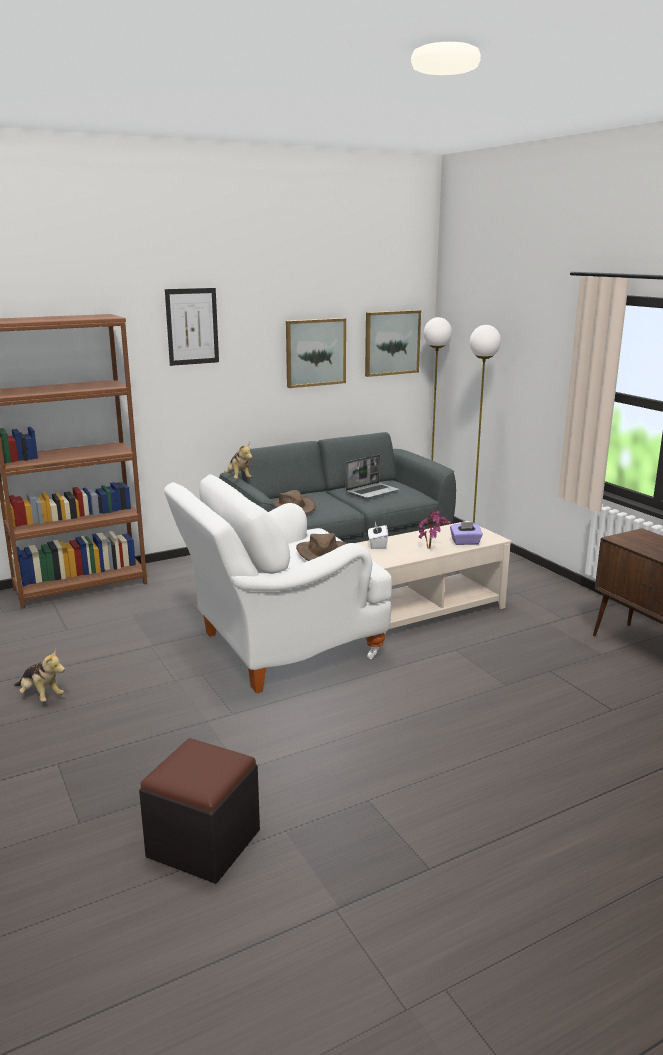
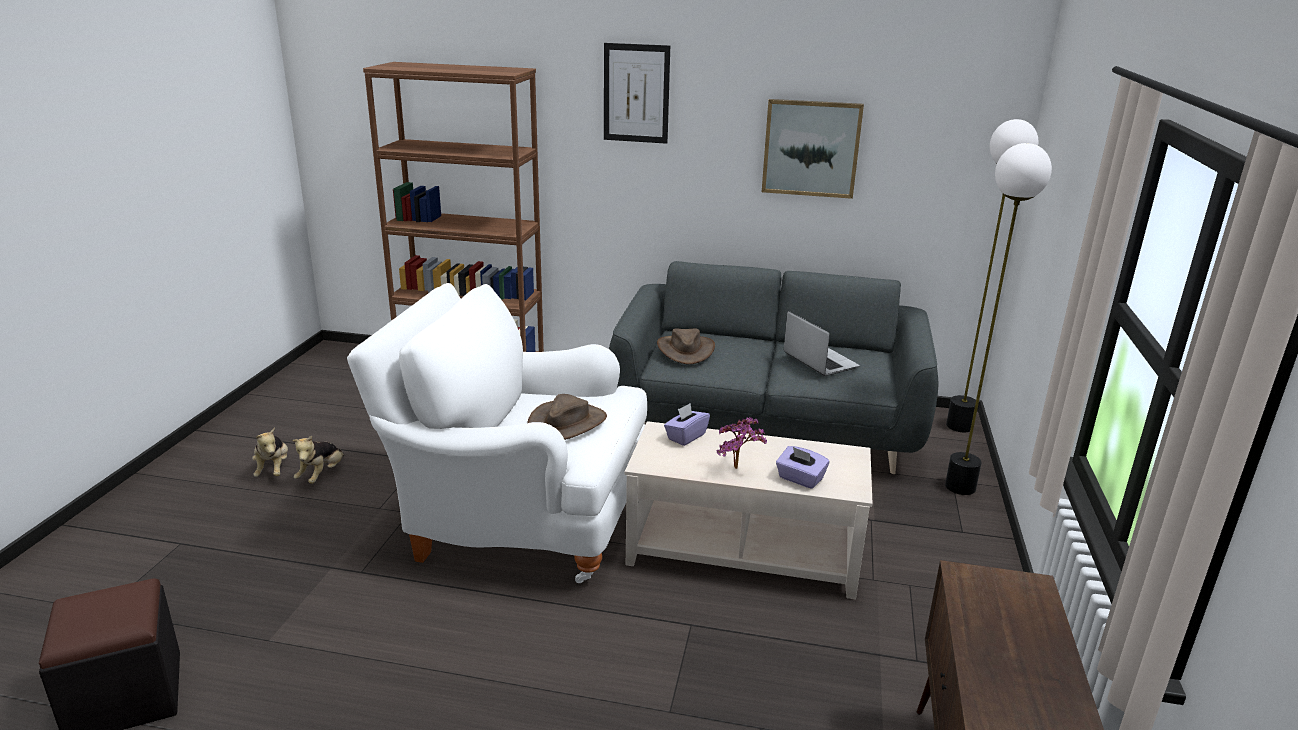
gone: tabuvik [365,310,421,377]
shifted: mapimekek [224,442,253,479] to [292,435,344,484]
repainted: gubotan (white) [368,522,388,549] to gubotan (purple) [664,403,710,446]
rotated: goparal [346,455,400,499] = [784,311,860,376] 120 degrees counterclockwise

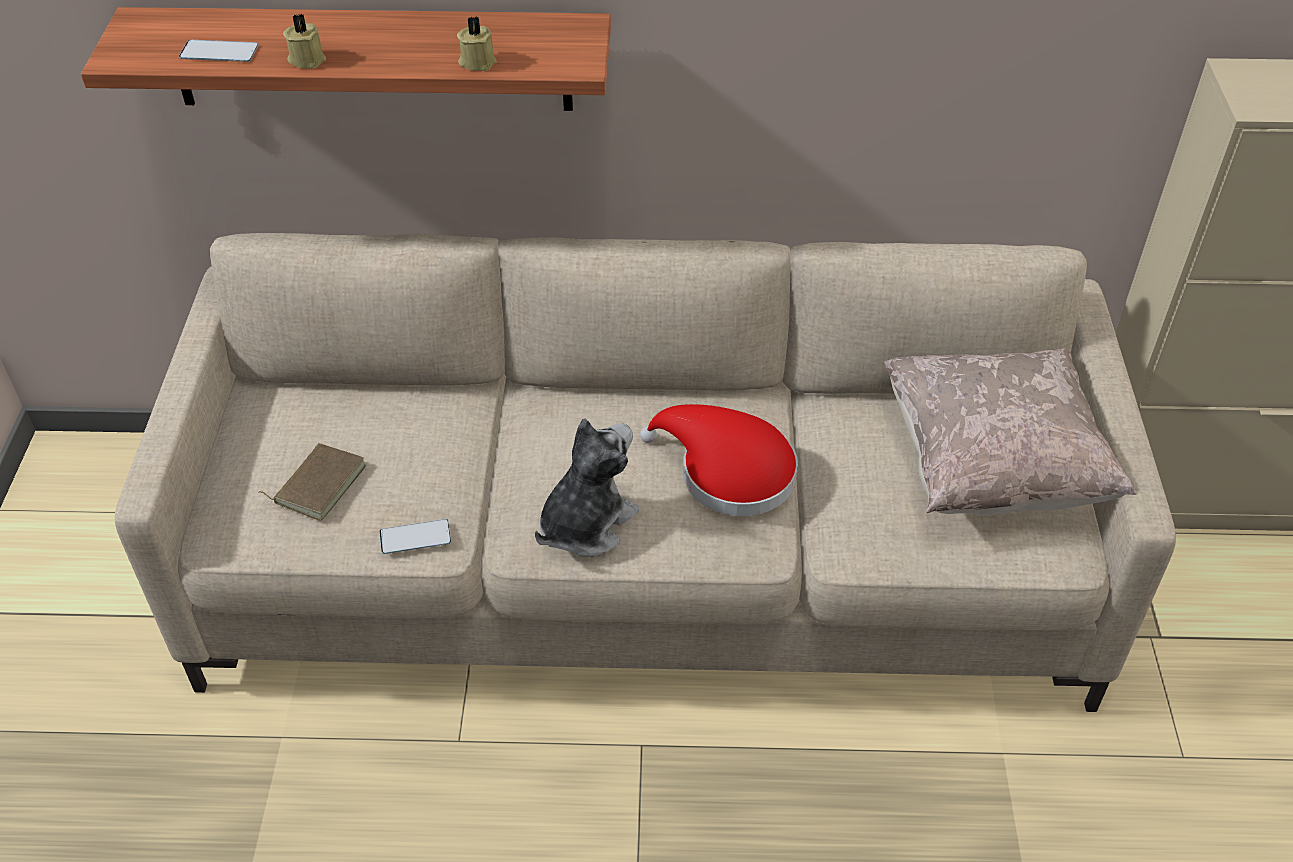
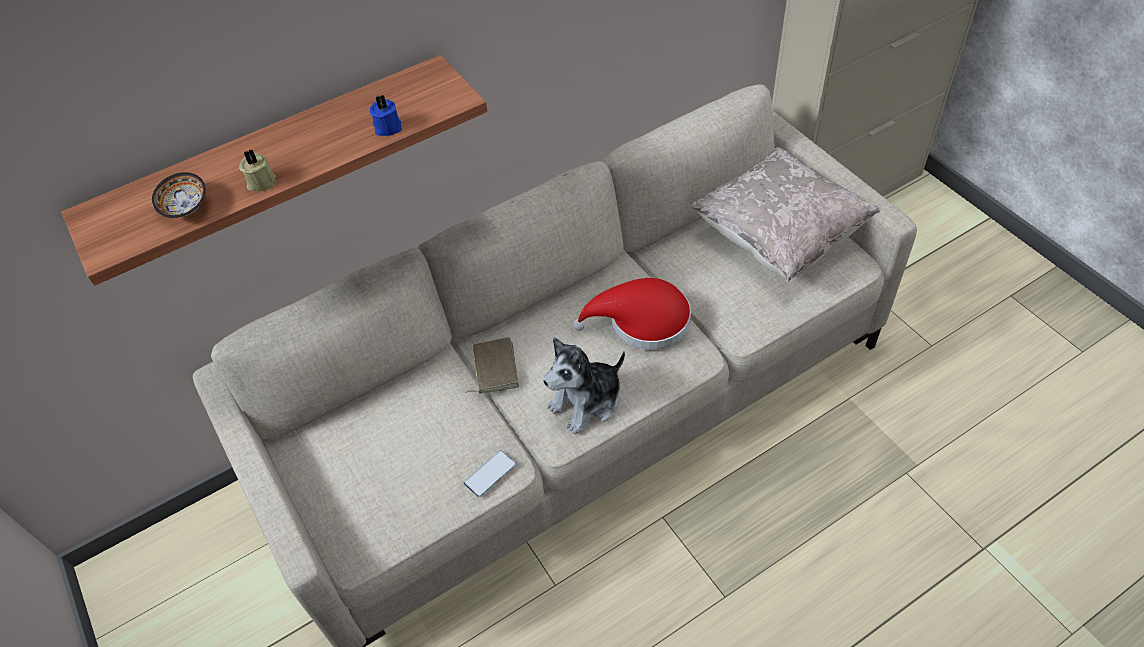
shifted: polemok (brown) [259,443,366,521] to [466,337,519,394]
swapped: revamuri [179,40,259,62] to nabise [152,172,206,218]
repainted: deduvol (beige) [457,16,497,71] to deduvol (blue) [370,95,402,136]
rotated: mapimekek [535,418,639,557] = [543,337,625,434] 135 degrees counterclockwise

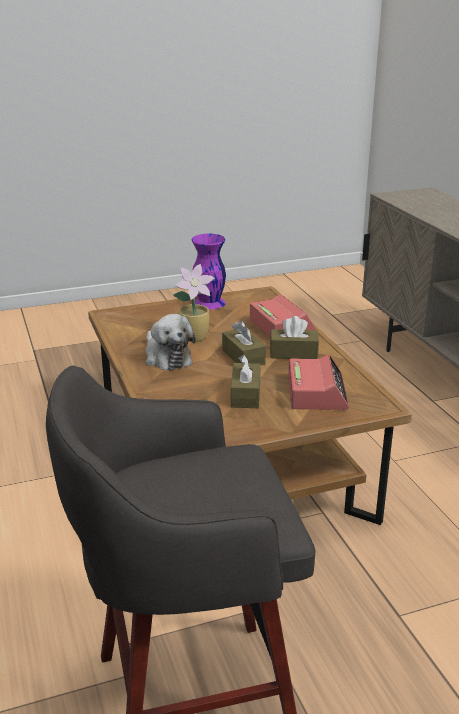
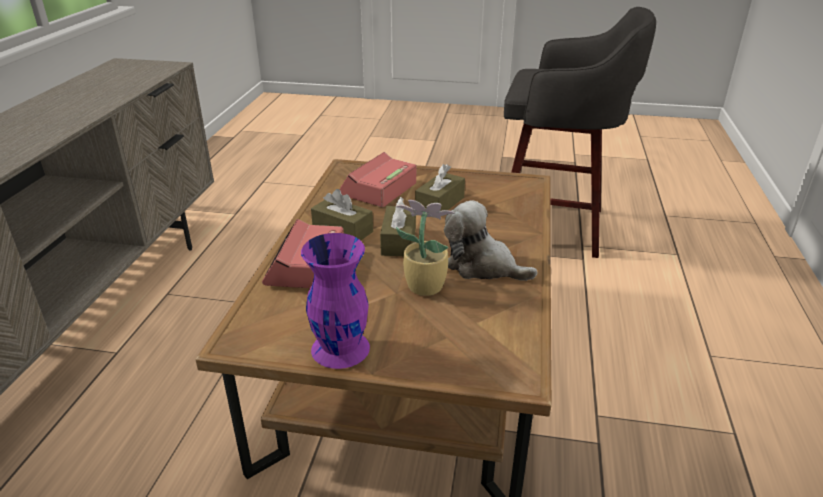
rotated: mapimekek [146,314,196,371] = [444,200,537,281] 60 degrees counterclockwise

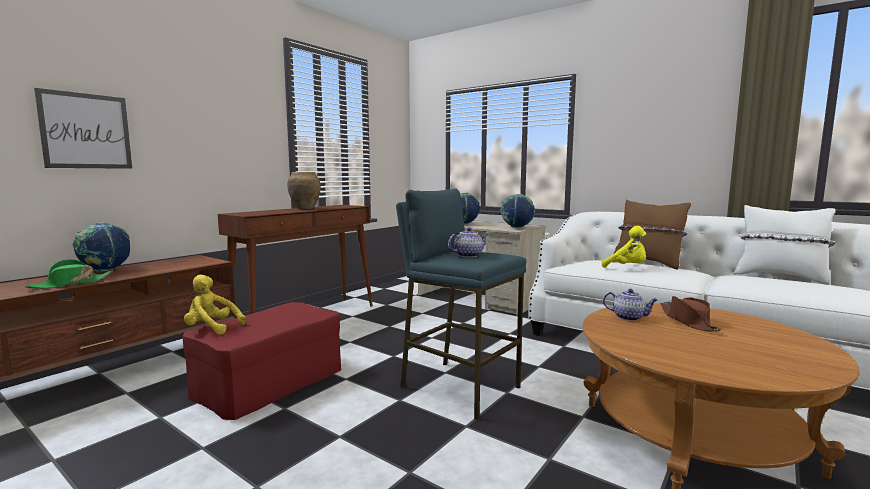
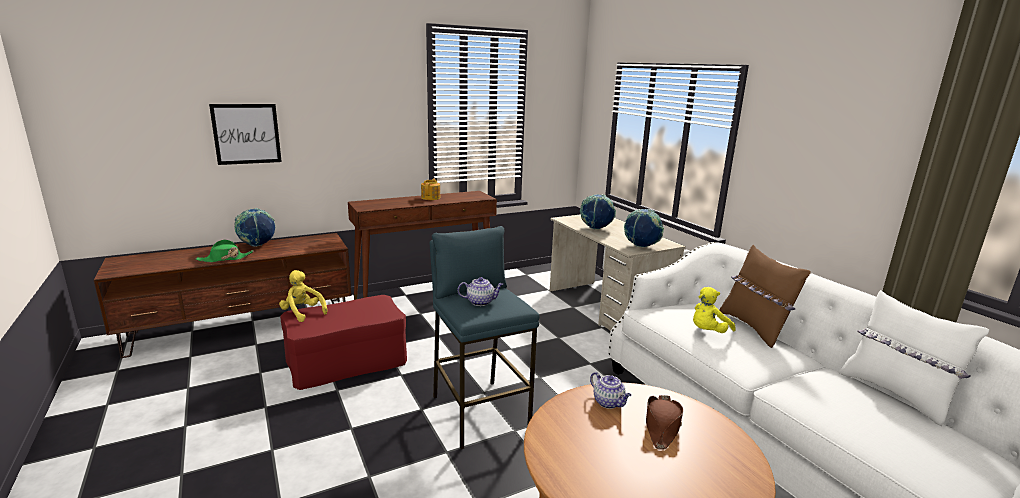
swapped: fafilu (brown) [287,172,321,209] to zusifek [421,179,440,200]
rotated: mapimekek (yellow) [602,226,646,268] = [693,287,736,333] 75 degrees clockwise

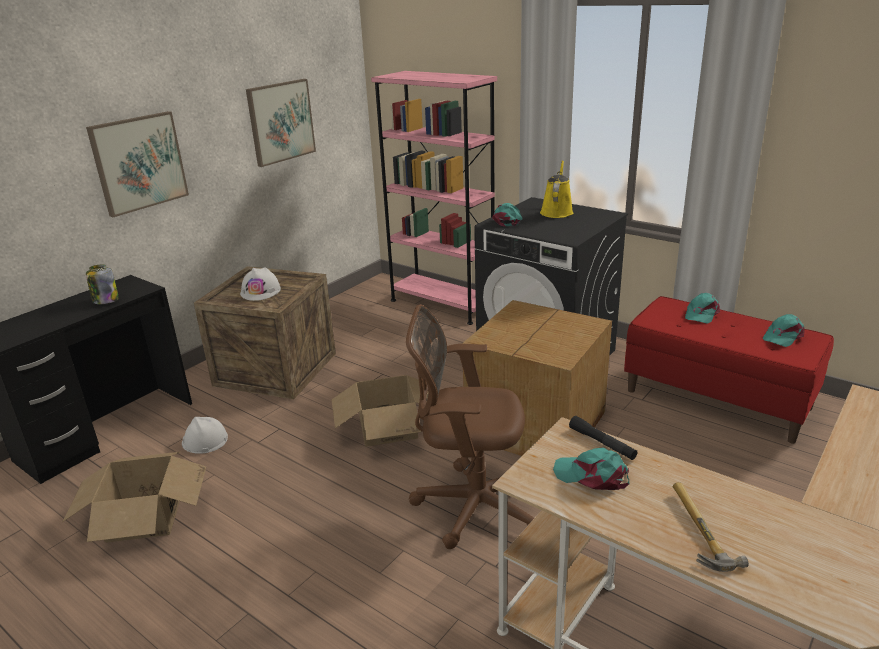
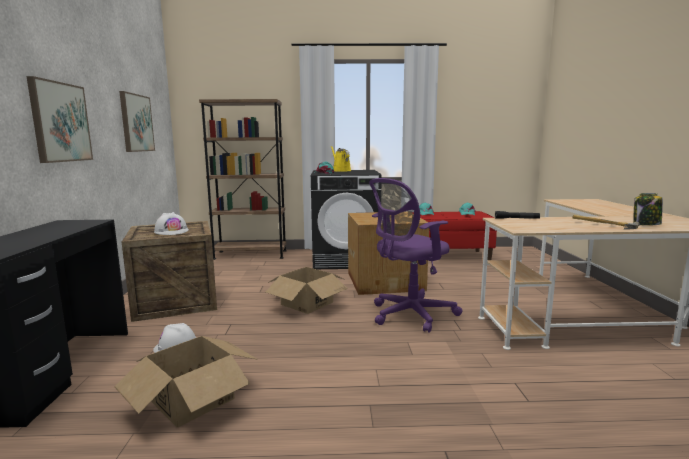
gone: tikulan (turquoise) [553,447,629,490]
shifted: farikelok [86,265,119,304] to [633,193,663,225]
repainted: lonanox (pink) [371,71,497,325] to lonanox (brown) [199,99,287,260]; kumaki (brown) [406,304,534,549] to kumaki (purple) [369,178,463,333]

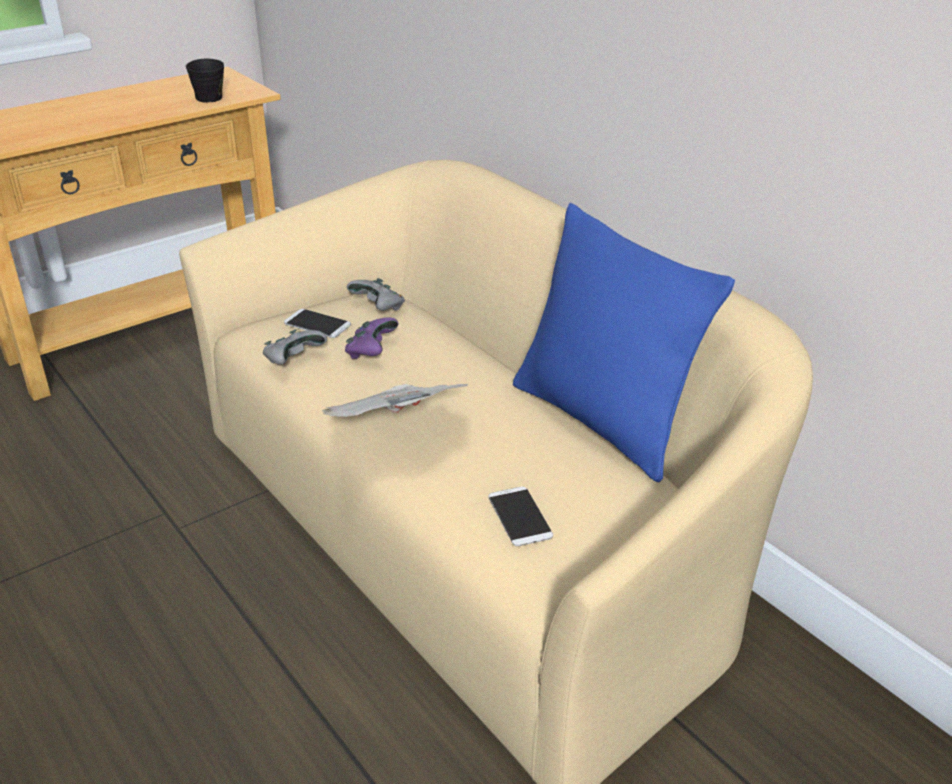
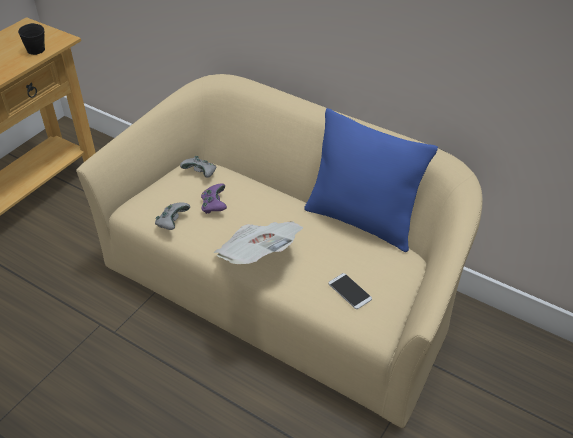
gone: revamuri [284,309,351,338]

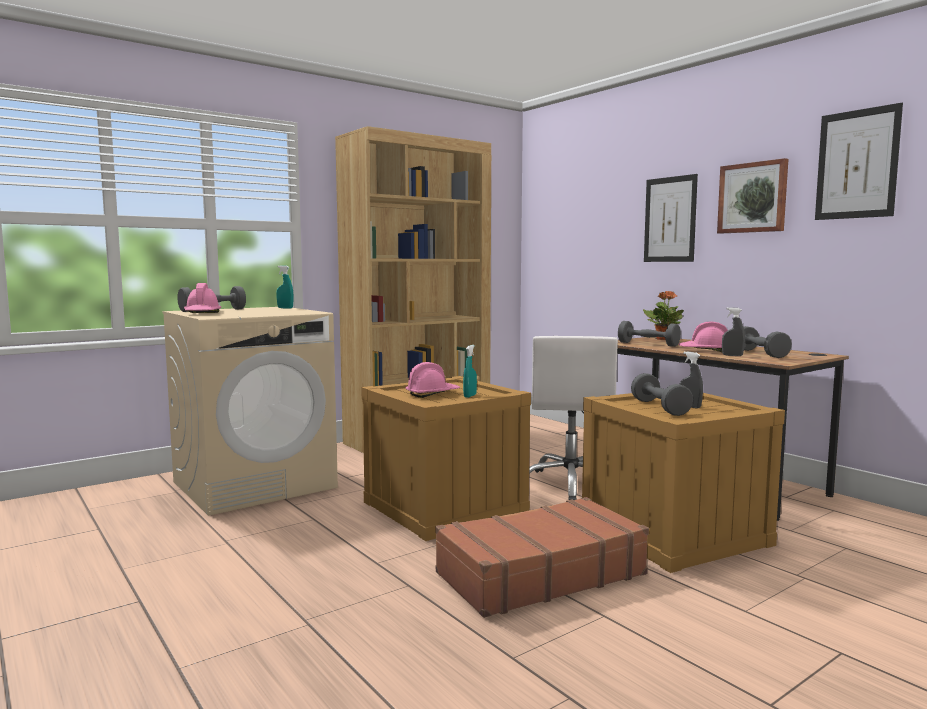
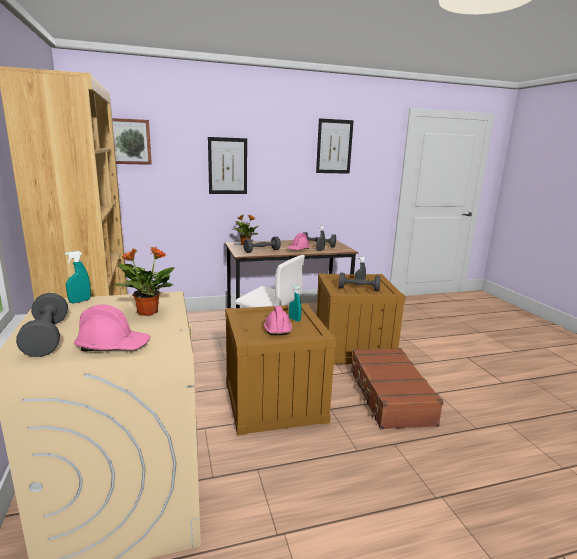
new: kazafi [114,247,175,316]
shifted: tabuvik [717,158,789,234] to [112,118,152,165]

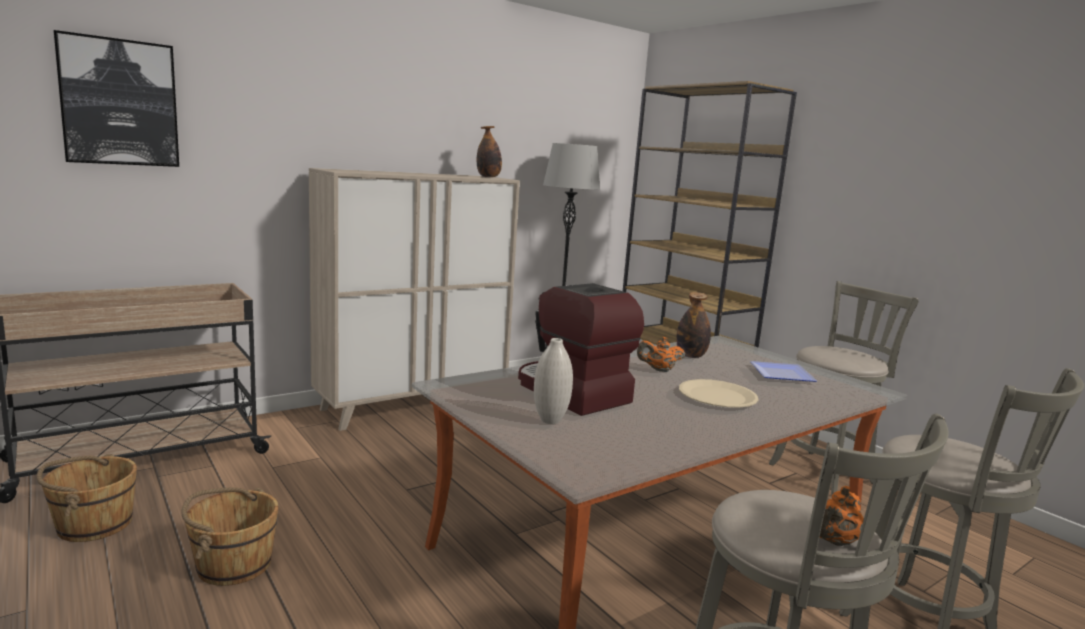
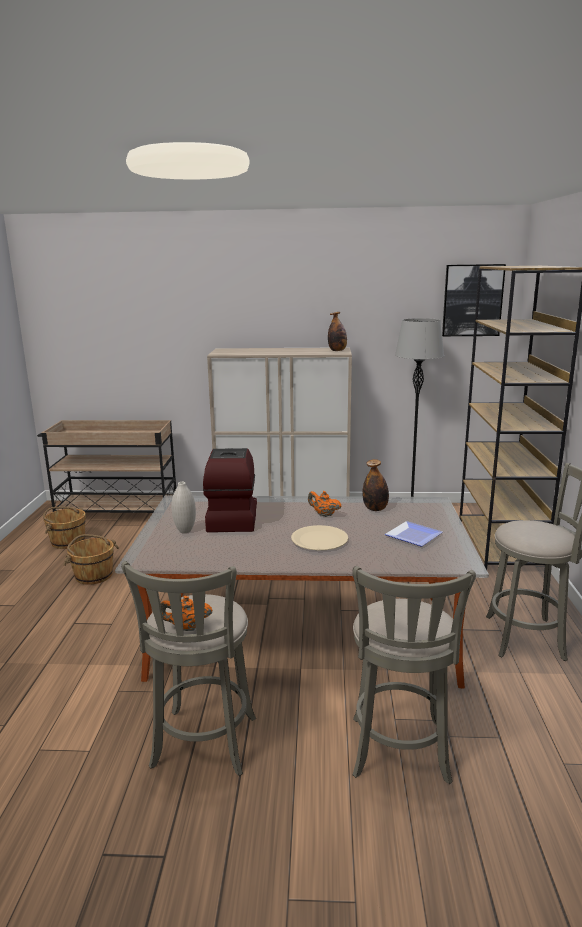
shifted: tabuvik [54,30,179,167] to [442,264,506,336]

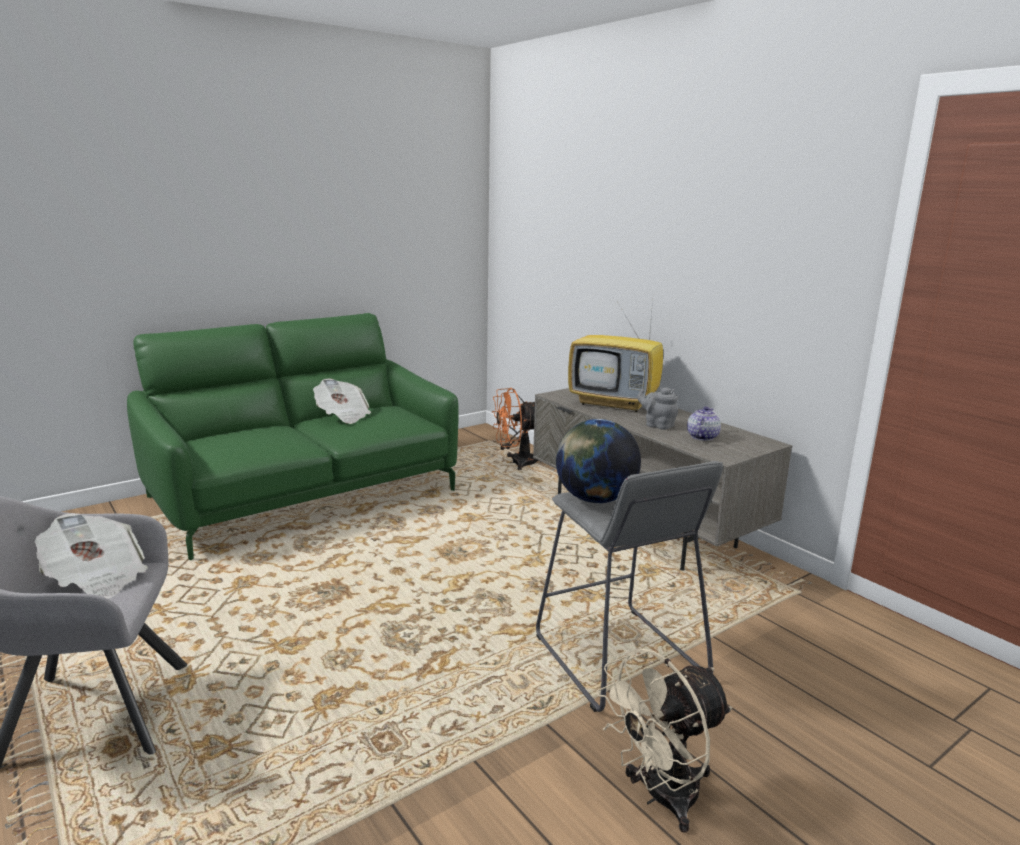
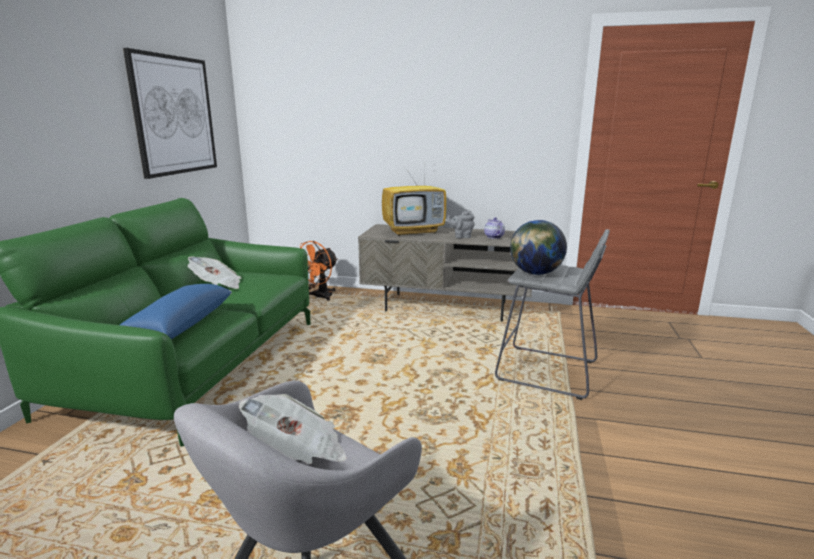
gone: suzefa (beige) [596,648,732,833]
new: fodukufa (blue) [120,284,232,339]; tabuvik [123,48,217,179]

